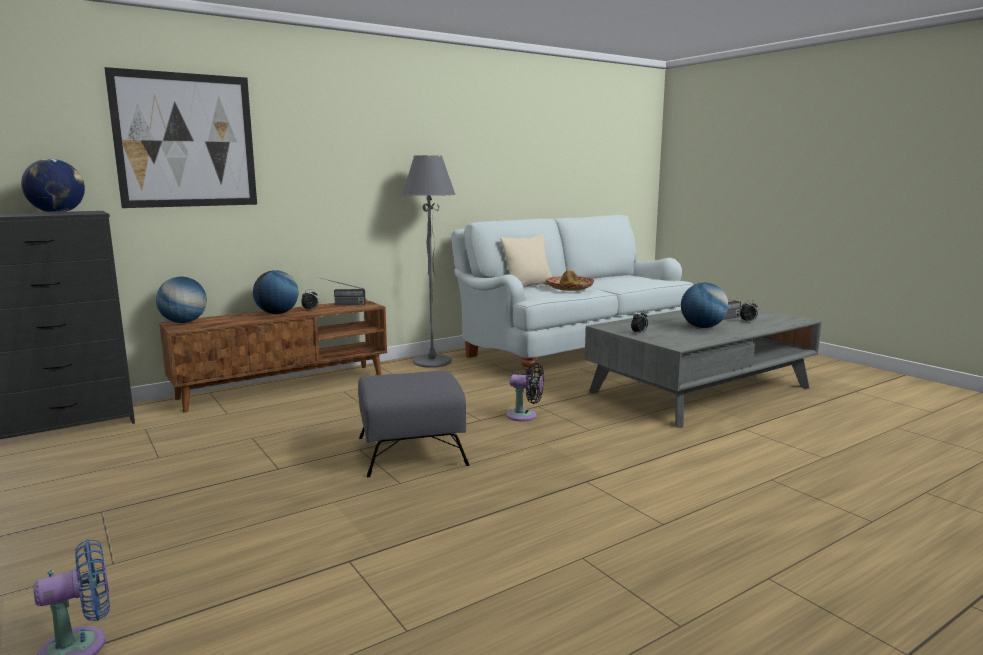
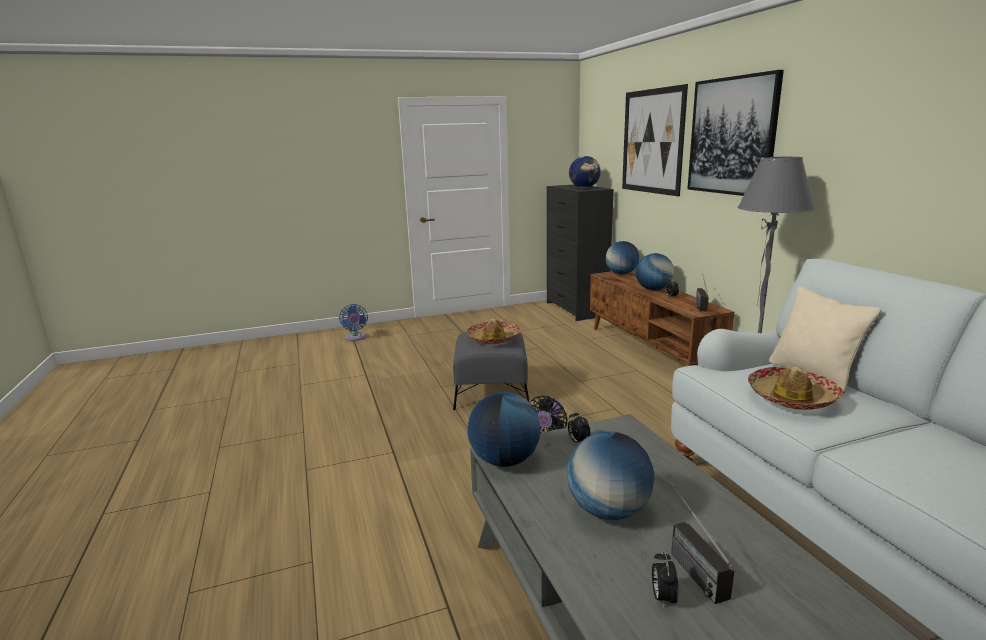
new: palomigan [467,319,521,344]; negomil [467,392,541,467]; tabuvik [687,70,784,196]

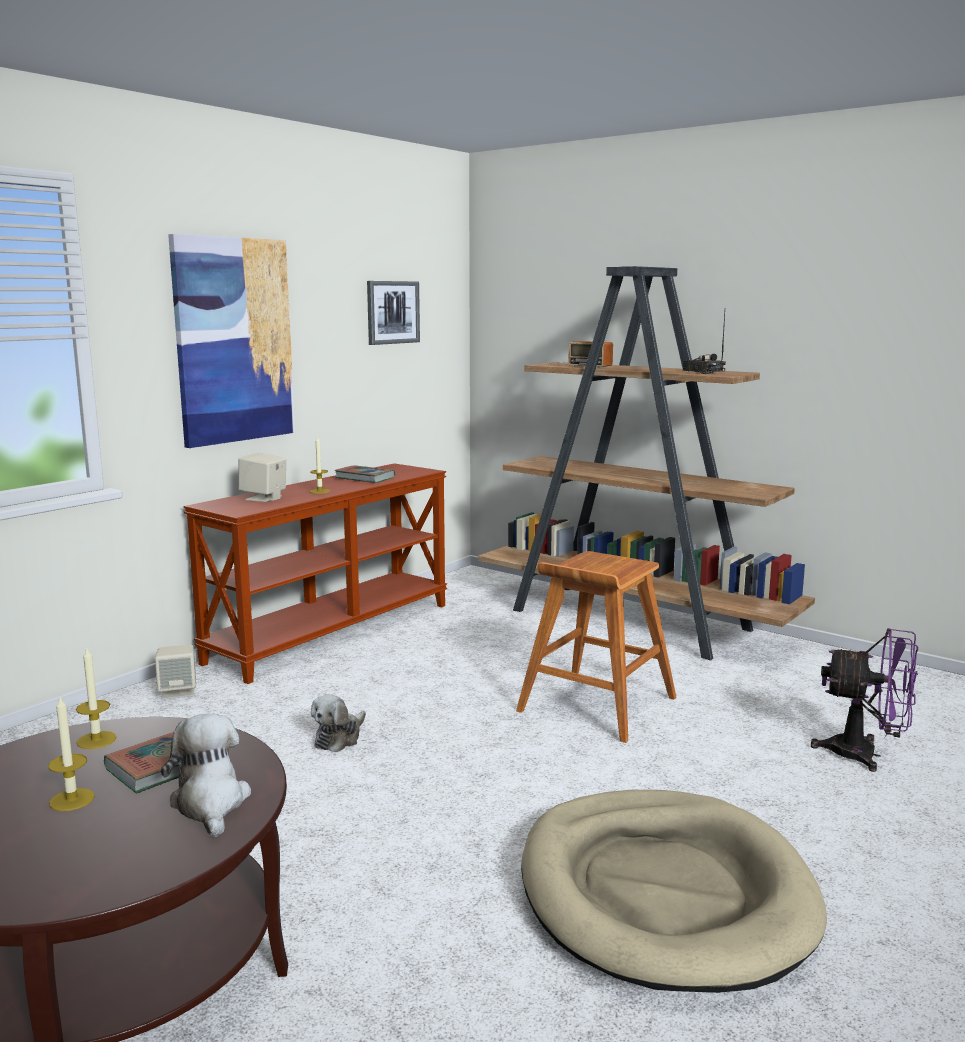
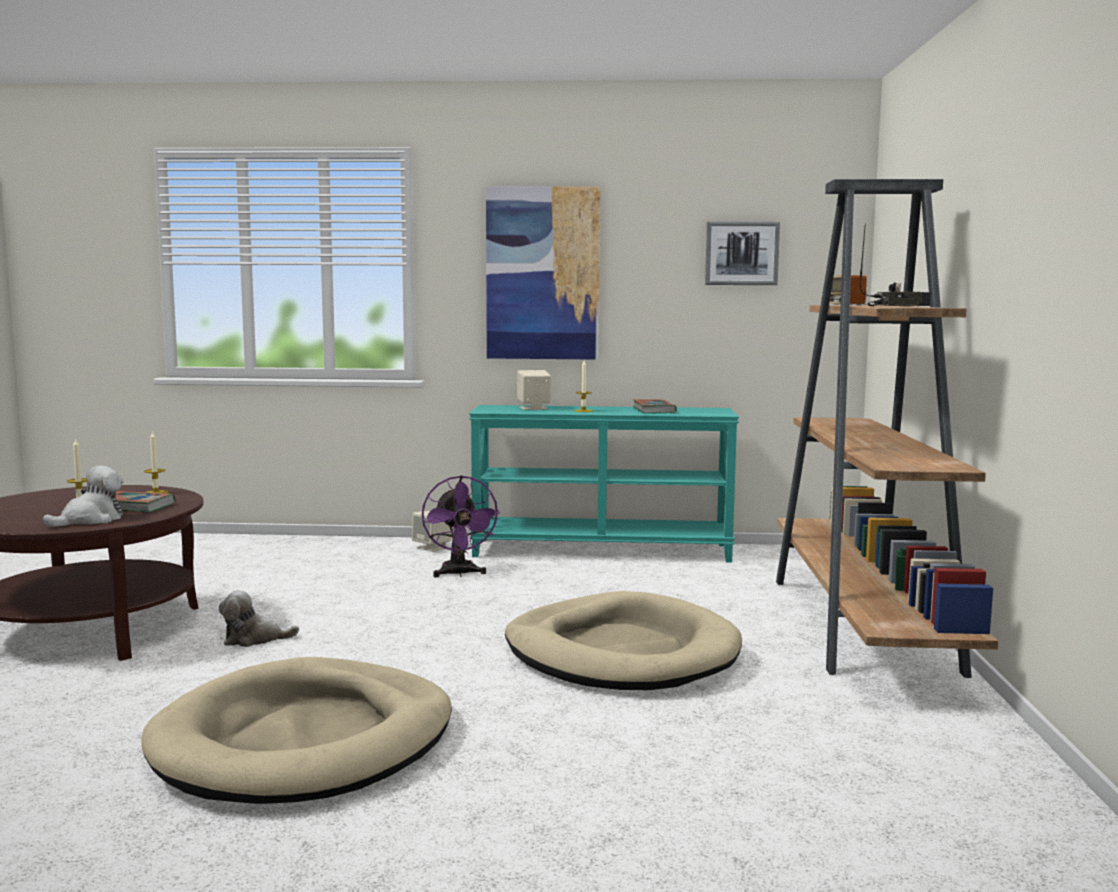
shifted: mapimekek [311,695,366,752] to [219,590,299,647]; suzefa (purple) [811,628,918,772] to [422,475,500,578]
swapped: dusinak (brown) [516,551,677,743] to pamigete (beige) [505,591,742,690]
repainted: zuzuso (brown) [184,463,447,684] to zuzuso (turquoise) [469,405,739,563]
rotated: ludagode [683,312,726,374] = [860,224,931,306] 75 degrees clockwise

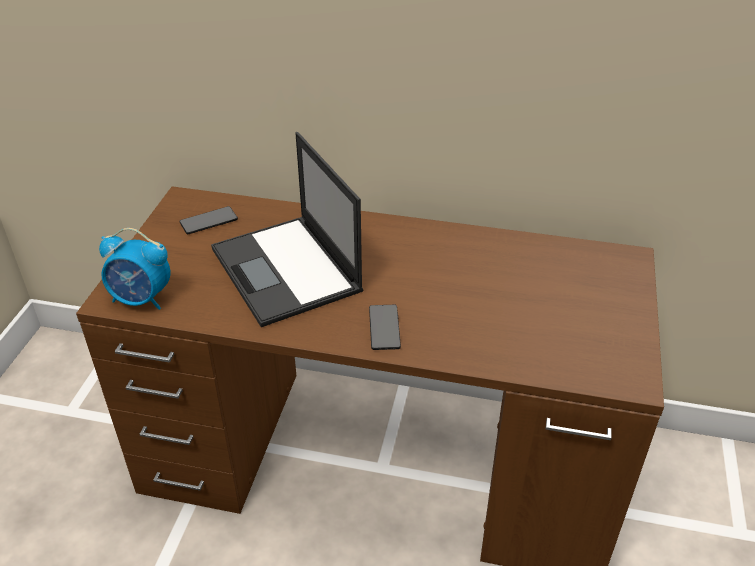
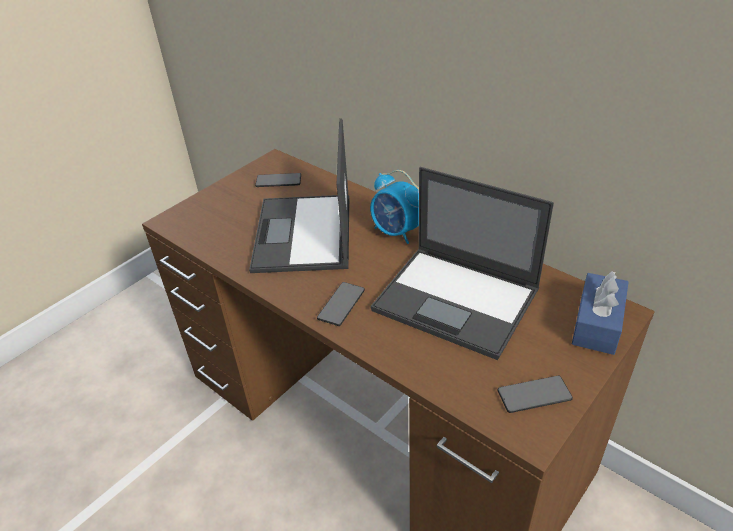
new: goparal [371,167,554,360]; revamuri [498,376,573,413]; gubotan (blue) [572,271,628,355]
shifted: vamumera [99,228,170,310] to [370,170,419,244]

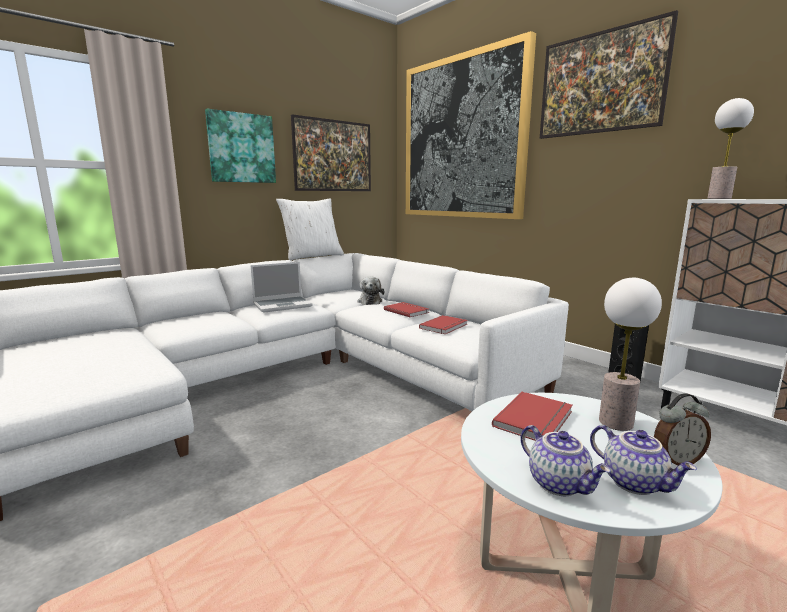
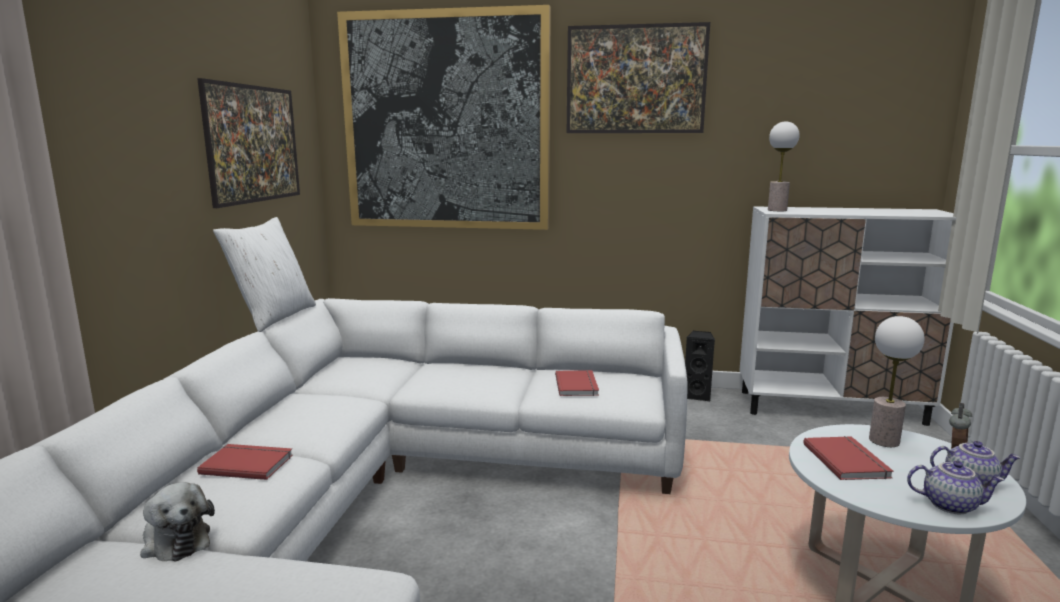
gone: tabuvik [205,109,276,183]; goparal [250,262,312,313]
shifted: mapimekek [357,276,384,305] to [140,482,215,562]; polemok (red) [384,302,429,317] to [197,444,293,480]

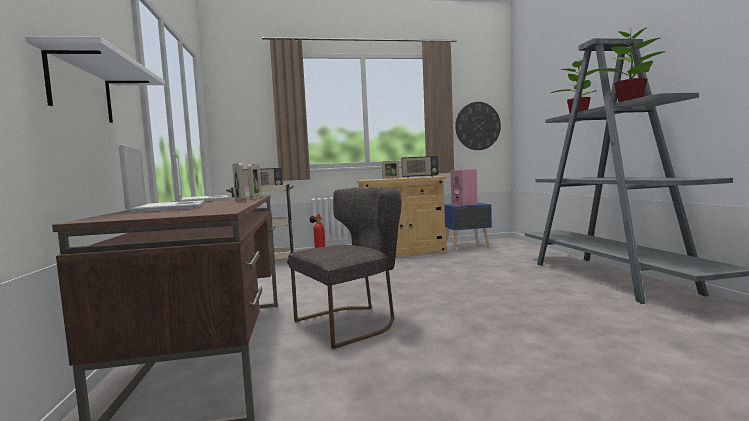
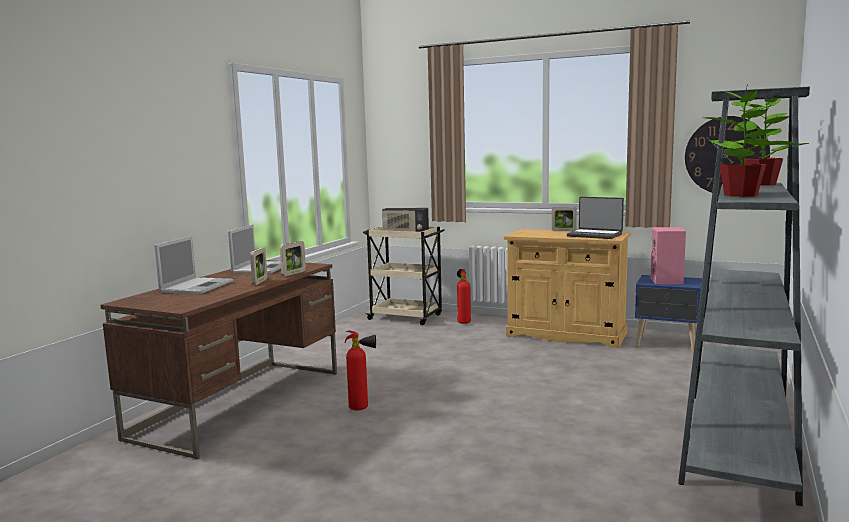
gone: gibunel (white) [25,36,165,123]
swapped: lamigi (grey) [288,187,401,349] to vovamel [345,330,376,411]; ludagode [401,156,439,178] to goparal [567,197,624,239]

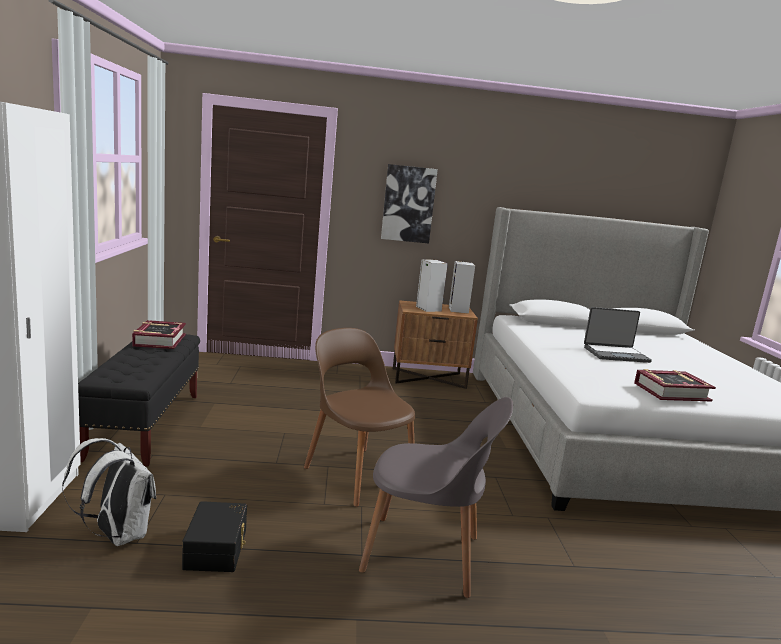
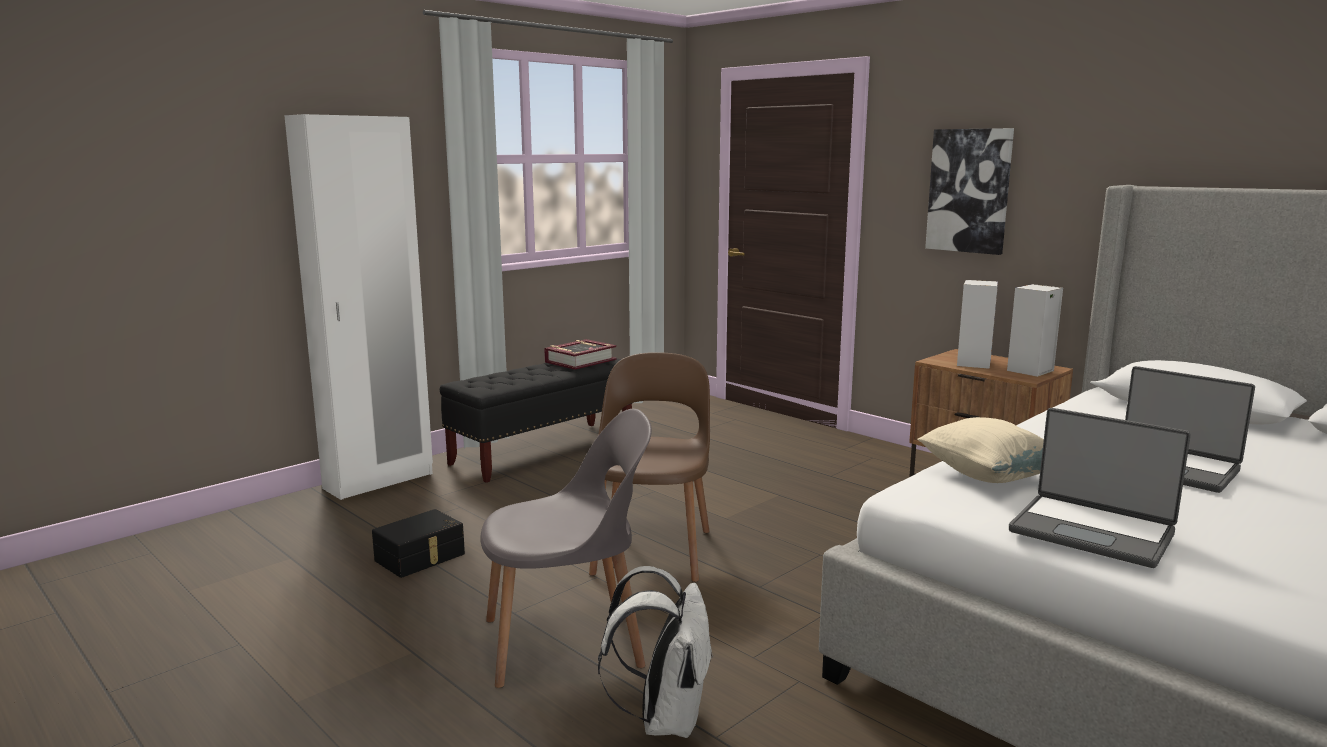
new: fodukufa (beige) [917,417,1044,483]
shifted: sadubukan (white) [62,438,156,546] to [598,566,713,738]
swapped: polemok [634,369,716,401] to goparal [1009,408,1191,568]
rotated: lamigi (grey) [359,397,513,598] = [480,409,652,688] 75 degrees counterclockwise

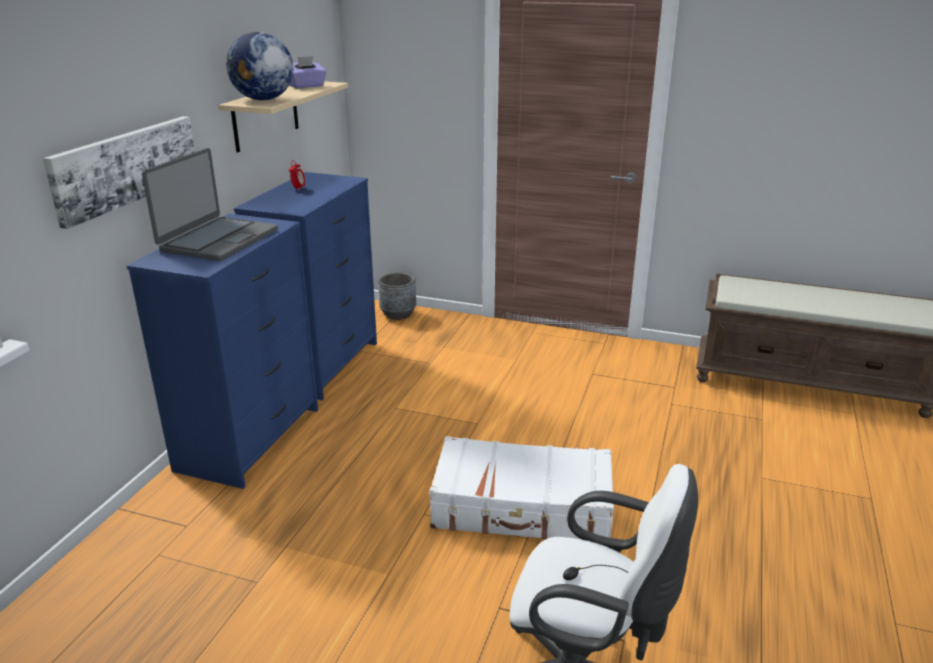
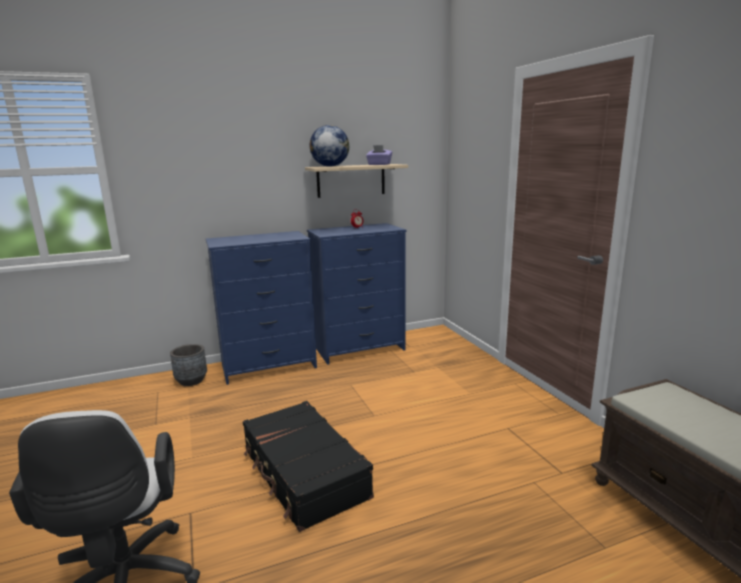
gone: tabuvik [43,116,195,229]; goparal [142,148,278,261]
shifted: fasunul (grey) [378,272,416,320] to [170,344,207,386]
repainted: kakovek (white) [429,436,614,539] to kakovek (black) [243,401,374,532]

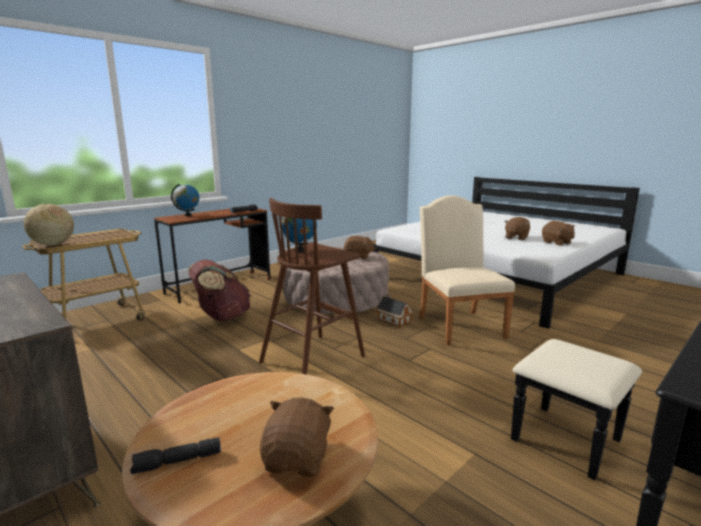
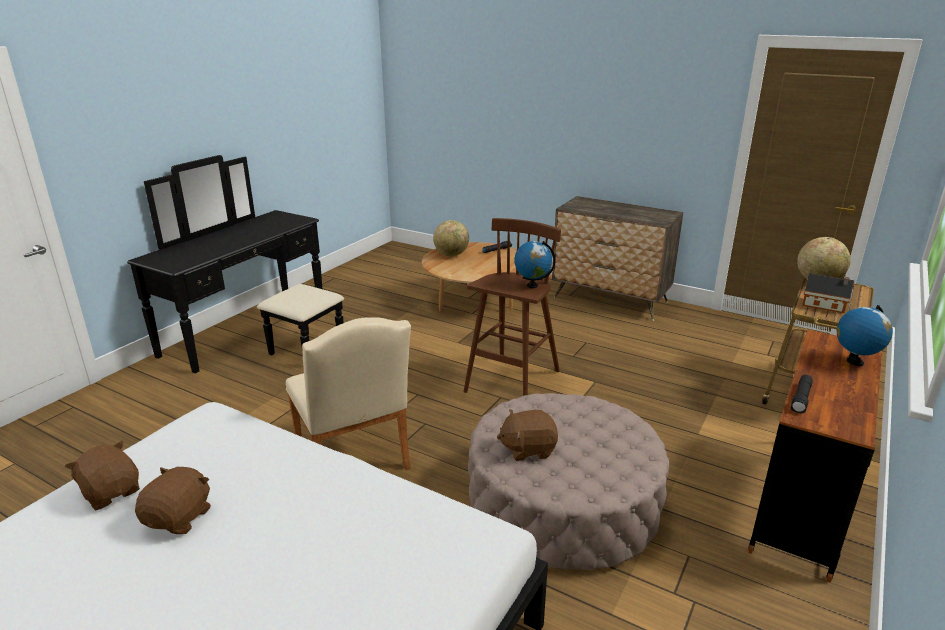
gone: sadubukan (brown) [188,260,251,321]
shifted: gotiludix [377,294,413,327] to [802,273,854,313]
swapped: mapimekek (brown) [260,397,334,477] to negomil [433,220,469,256]

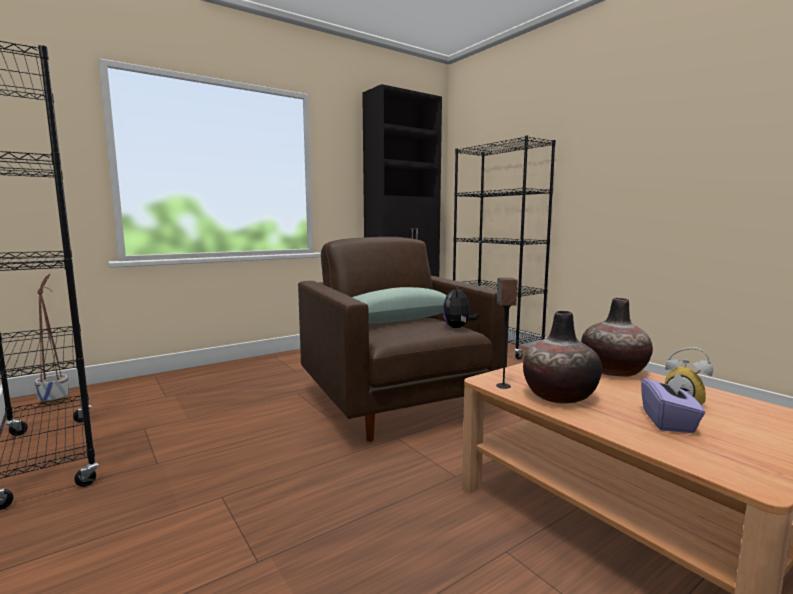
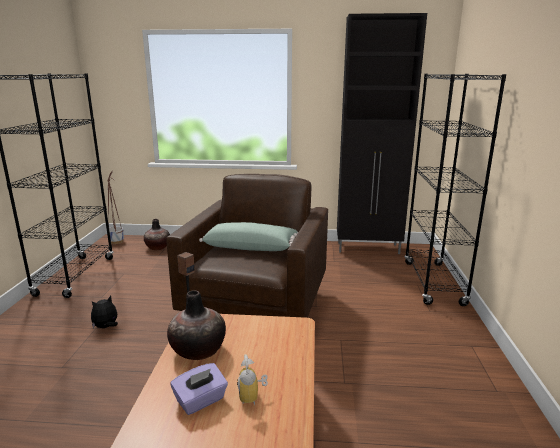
shifted: mapimekek [442,284,479,328] to [91,296,118,328]; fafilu [581,298,653,377] to [144,219,170,250]

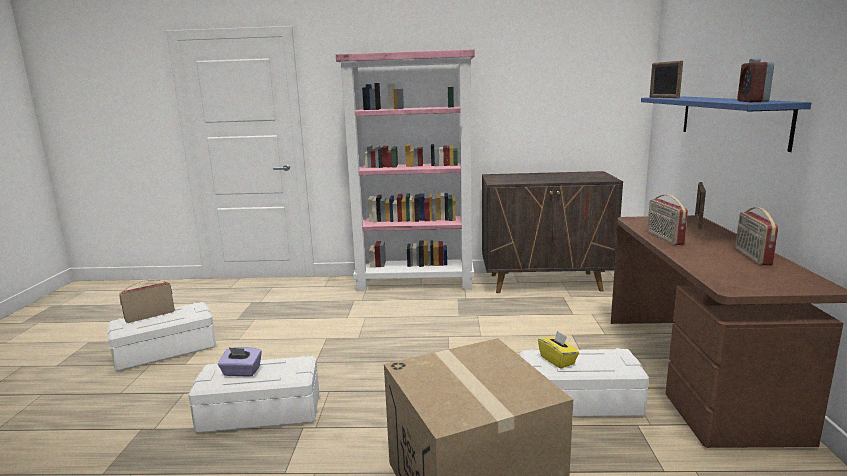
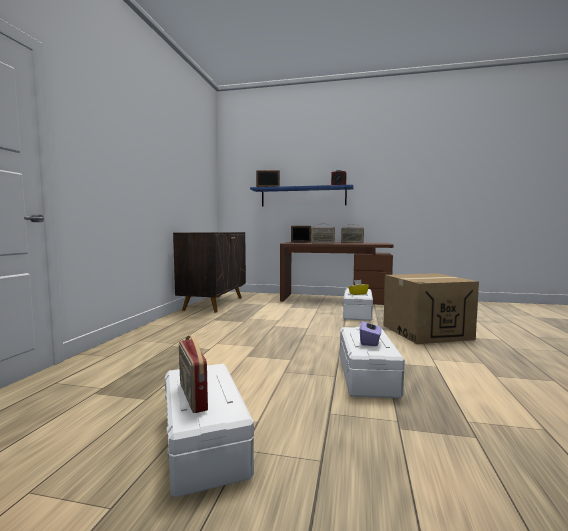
gone: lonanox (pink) [336,49,475,291]

